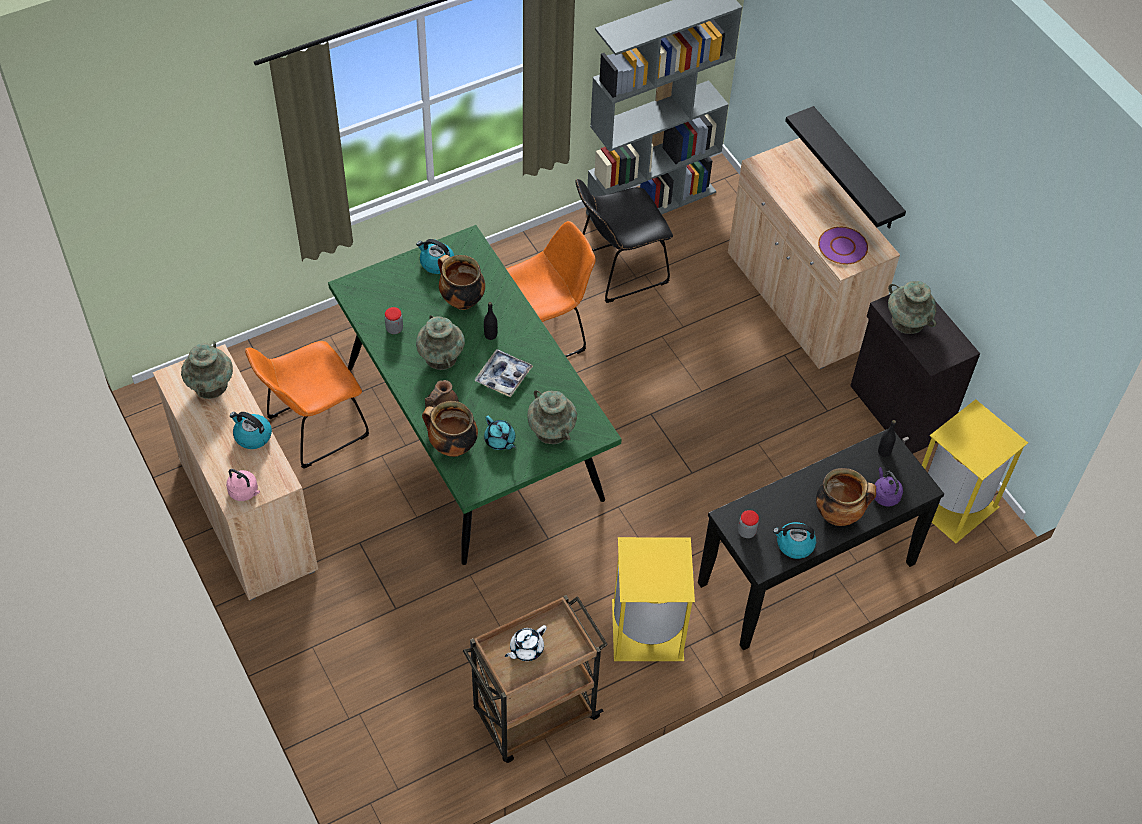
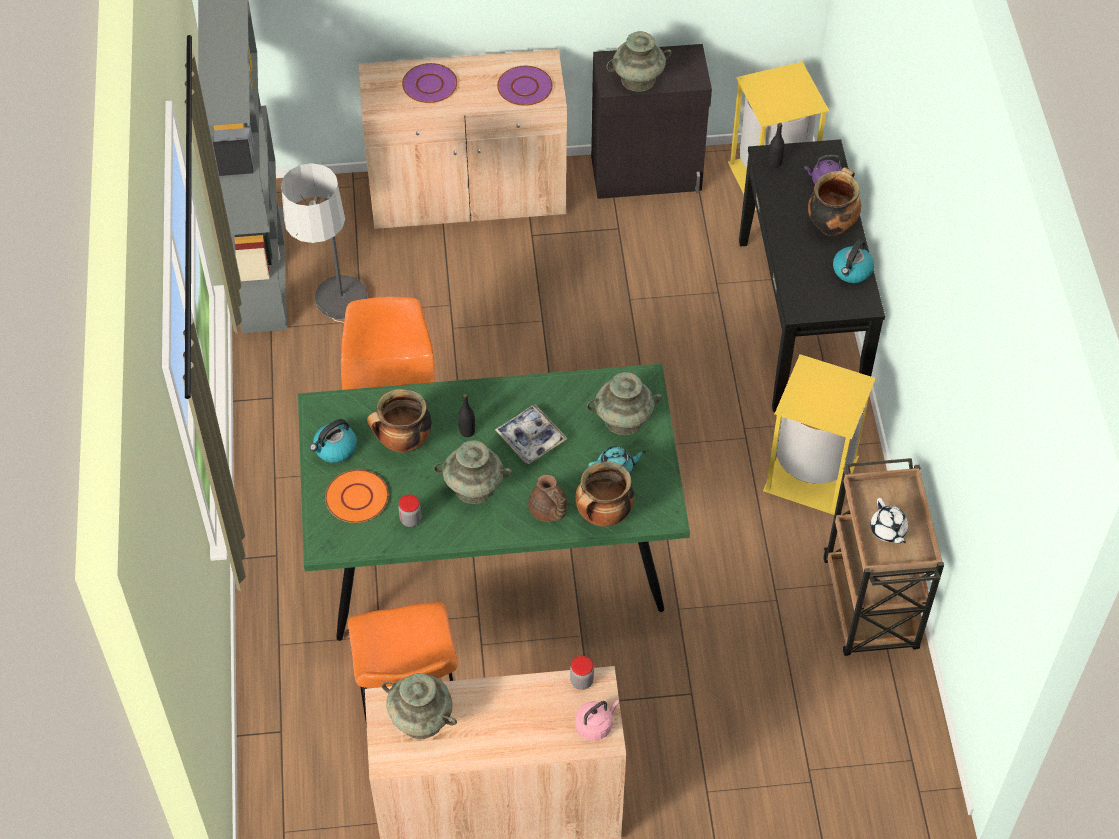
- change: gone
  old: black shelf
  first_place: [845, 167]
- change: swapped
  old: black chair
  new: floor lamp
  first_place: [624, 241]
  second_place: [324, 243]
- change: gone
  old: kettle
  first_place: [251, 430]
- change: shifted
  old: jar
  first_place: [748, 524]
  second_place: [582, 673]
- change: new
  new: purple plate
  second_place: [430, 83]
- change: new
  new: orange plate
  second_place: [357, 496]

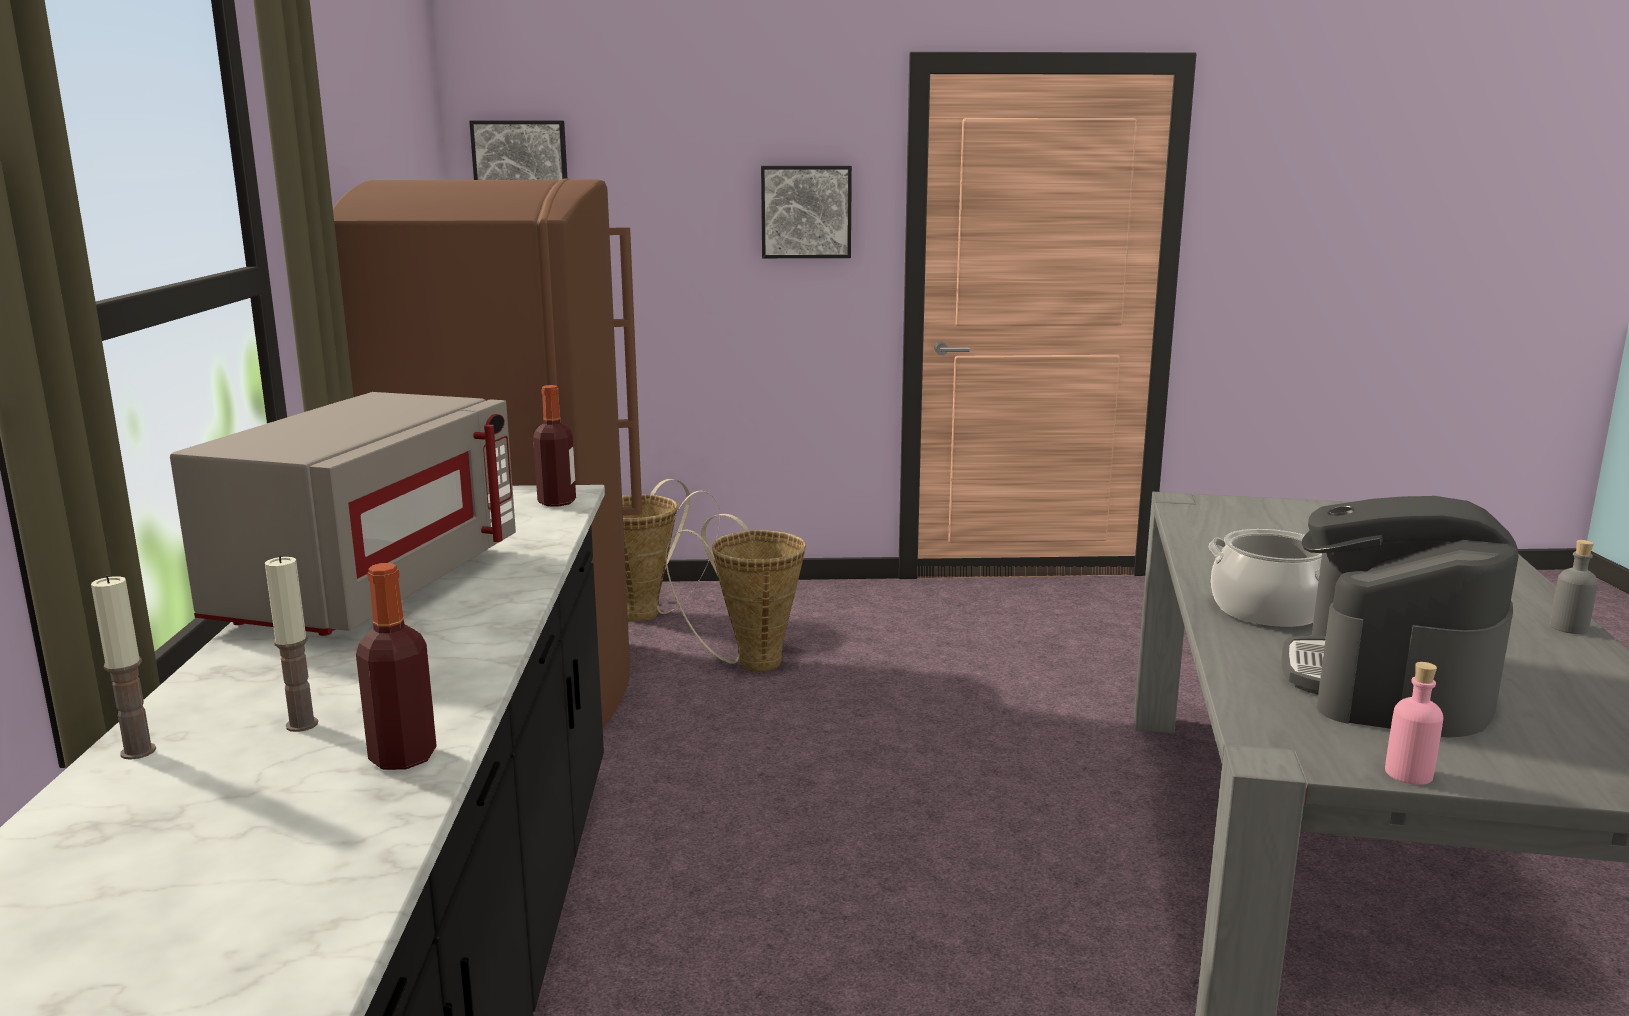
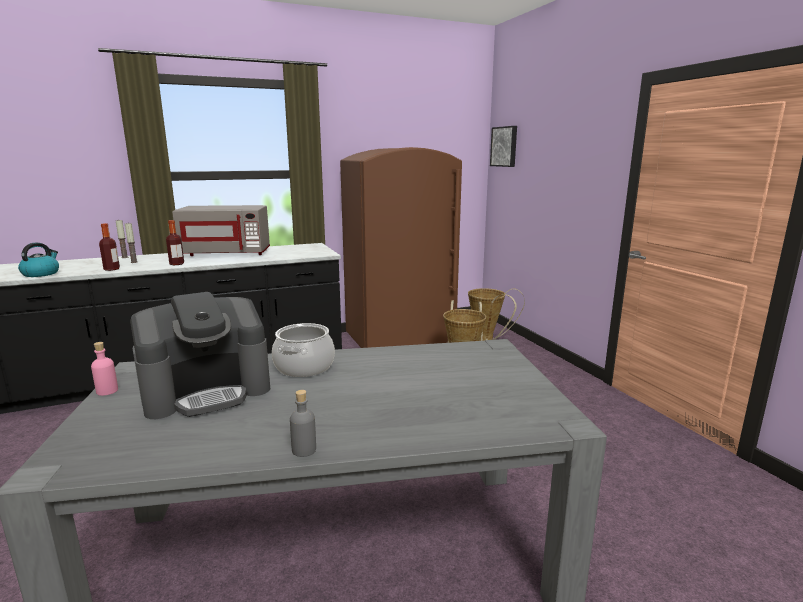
- change: gone
  old: picture
  first_place: [806, 212]
- change: shifted
  old: bottle
  first_place: [554, 446]
  second_place: [175, 242]
- change: rotated
  old: coffee machine
  first_place: [1400, 617]
  second_place: [200, 355]
  degrees: 150
- change: new
  new: kettle
  second_place: [38, 260]

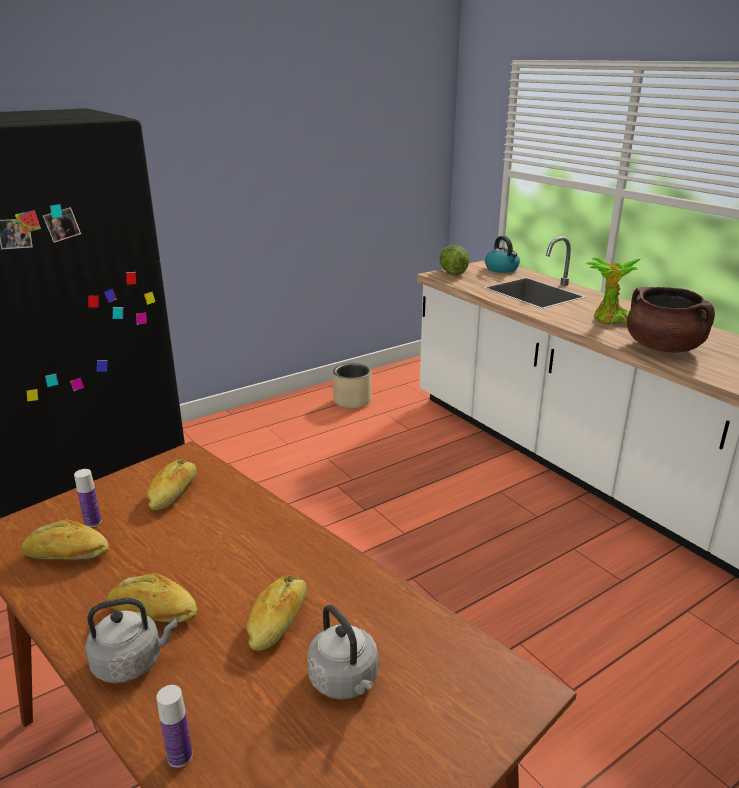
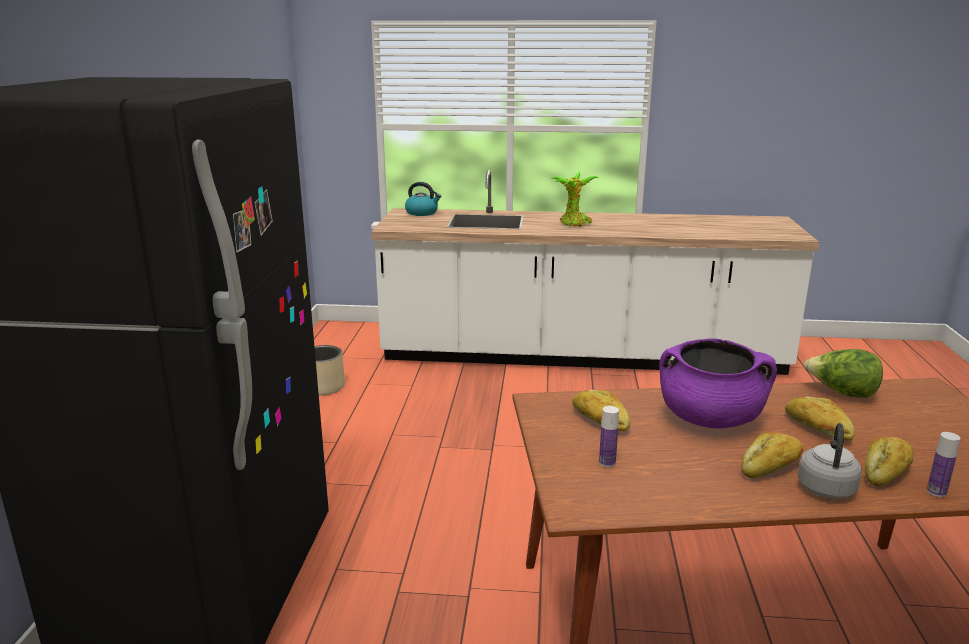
- change: shifted
  old: lettuce
  first_place: [454, 260]
  second_place: [843, 373]
- change: gone
  old: brown cooking pot
  first_place: [671, 320]
- change: shifted
  old: bread
  first_place: [65, 539]
  second_place: [889, 461]
- change: gone
  old: grey kettle
  first_place: [342, 652]
- change: new
  new: purple cooking pot
  second_place: [718, 383]

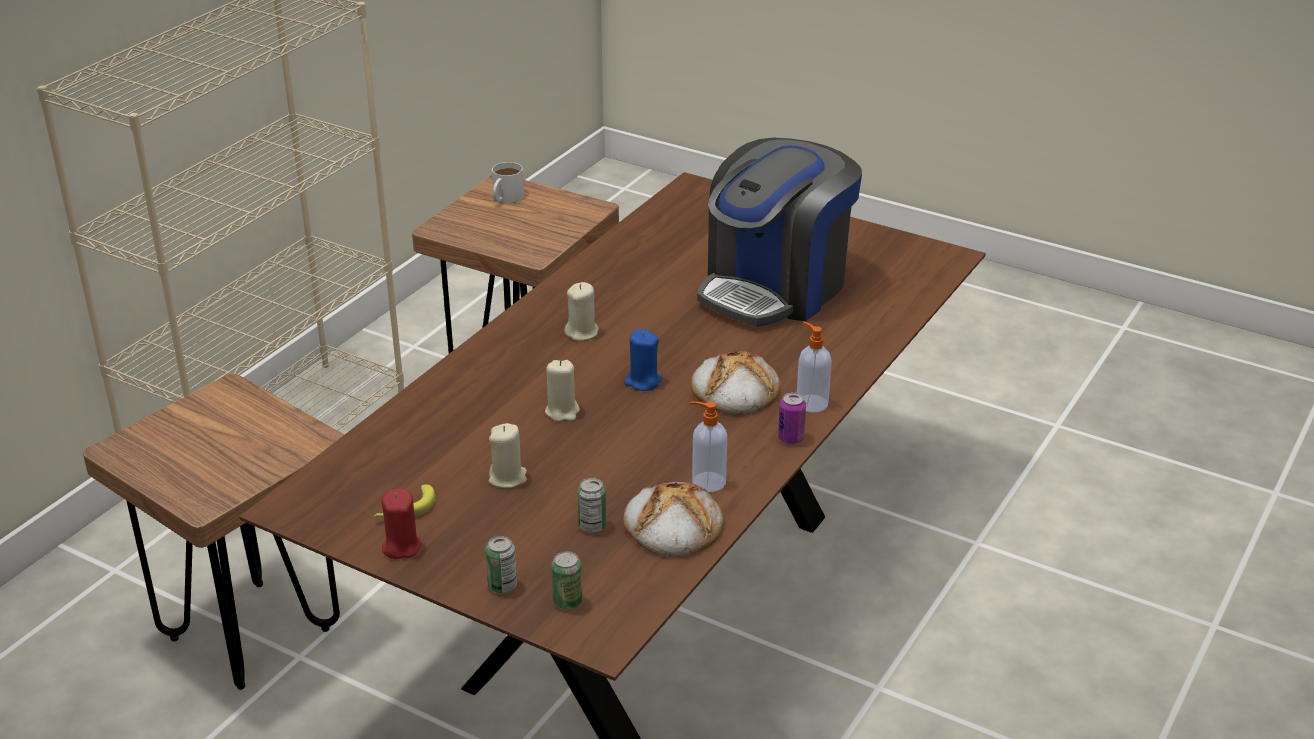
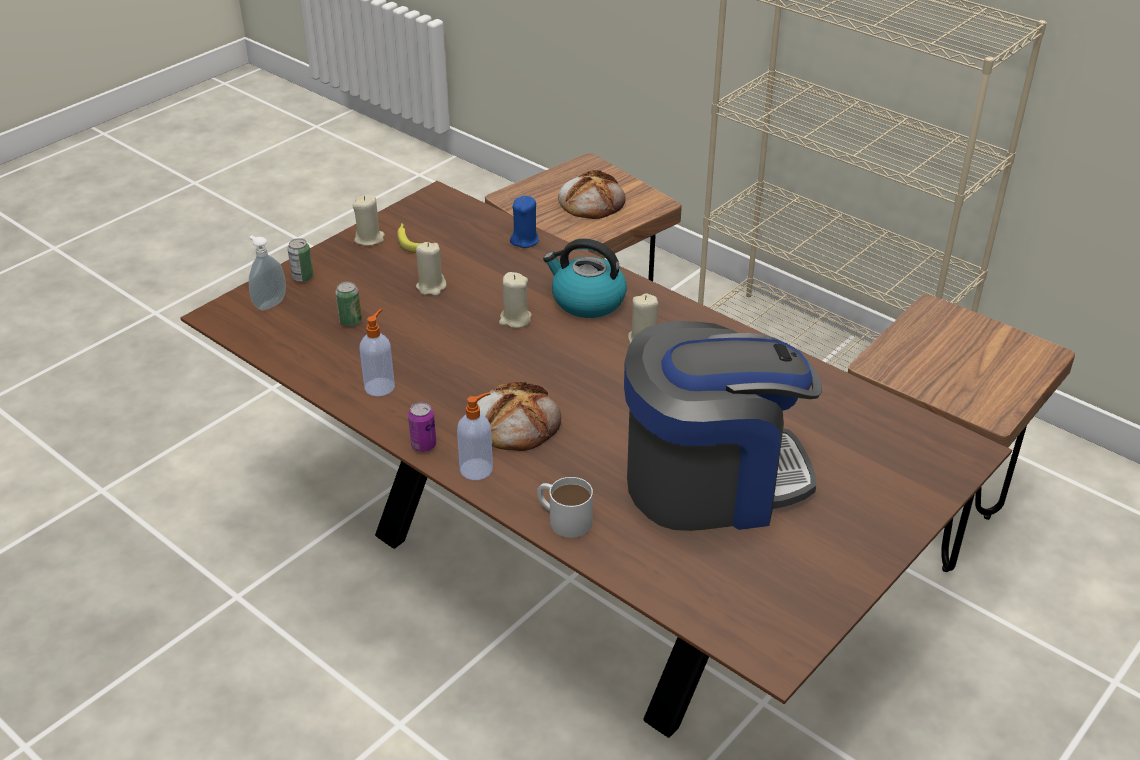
- change: rotated
  old: coffee machine
  first_place: [779, 232]
  second_place: [723, 426]
  degrees: 120
- change: shifted
  old: white mug
  first_place: [508, 182]
  second_place: [565, 507]
- change: shifted
  old: blue candle
  first_place: [643, 360]
  second_place: [524, 222]
- change: shifted
  old: bread
  first_place: [673, 519]
  second_place: [592, 194]
- change: repainted
  old: red candle
  new: beige candle
  first_place: [401, 524]
  second_place: [369, 220]
- change: swapped
  old: can
  new: soap dispenser
  first_place: [567, 580]
  second_place: [267, 273]
- change: new
  new: kettle
  second_place: [585, 278]

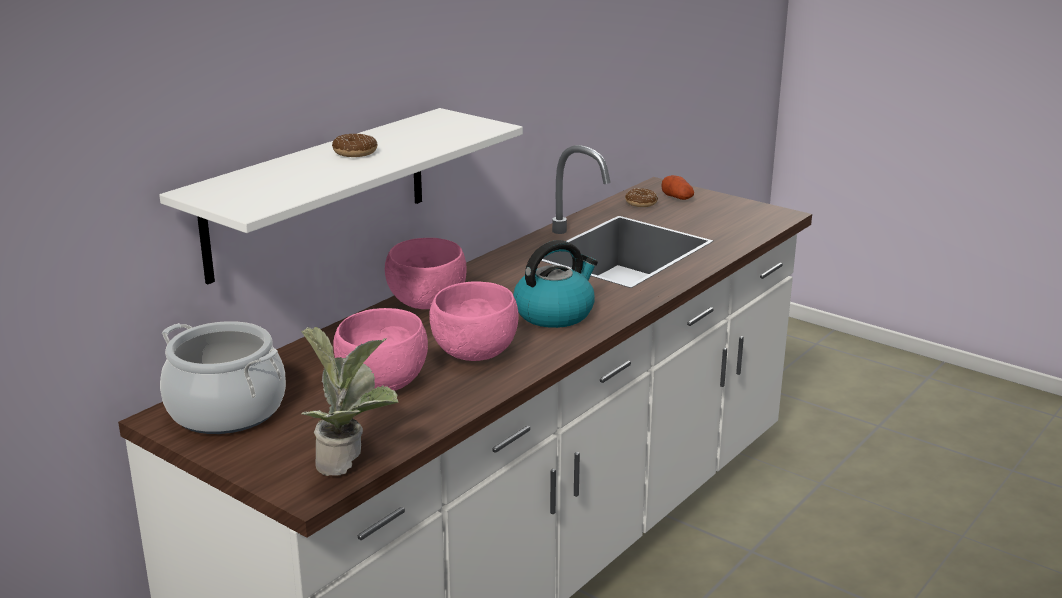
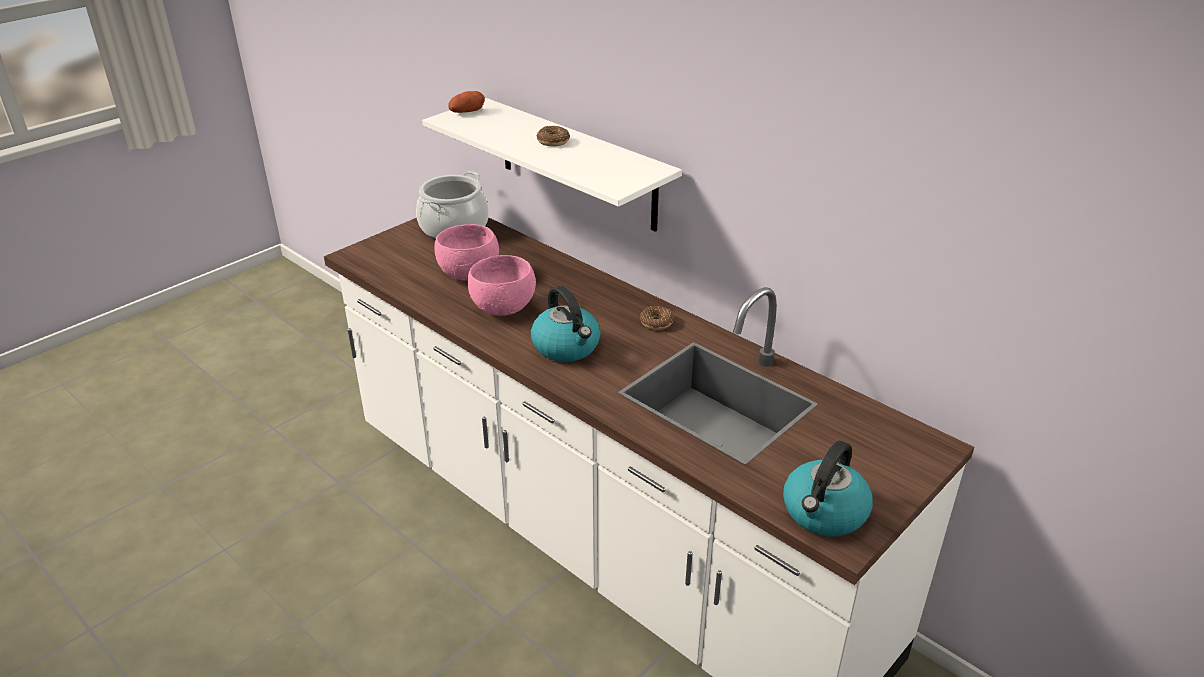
- change: shifted
  old: potato
  first_place: [677, 187]
  second_place: [466, 102]
- change: shifted
  old: donut
  first_place: [641, 197]
  second_place: [657, 318]
- change: gone
  old: pink bowl
  first_place: [426, 273]
- change: gone
  old: potted plant
  first_place: [349, 401]
- change: new
  new: kettle
  second_place: [828, 489]

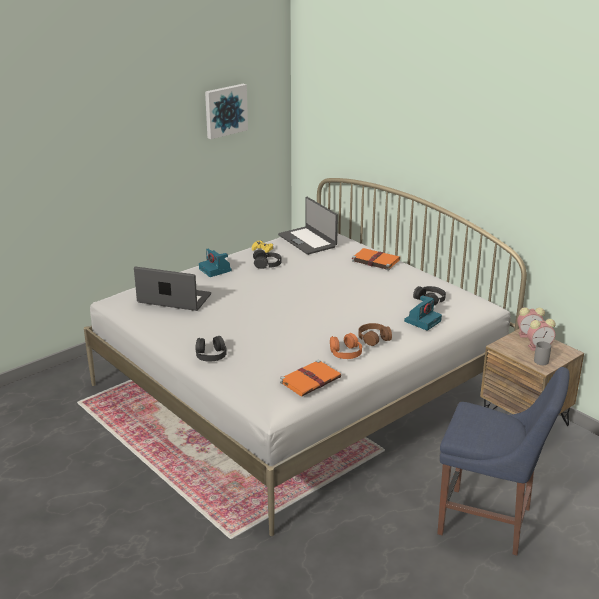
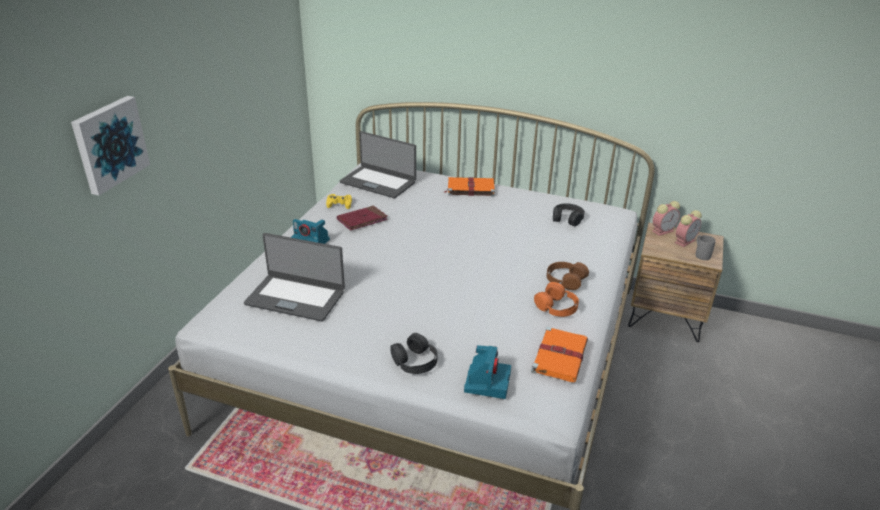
- change: shifted
  old: picture
  first_place: [226, 111]
  second_place: [110, 146]
- change: swapped
  old: black headphones
  new: red book
  first_place: [267, 259]
  second_place: [362, 218]
- change: rotated
  old: laptop
  first_place: [172, 288]
  second_place: [294, 277]
  degrees: -150
- change: shifted
  old: photo camera
  first_place: [423, 313]
  second_place: [487, 372]
- change: gone
  old: blue chair
  first_place: [503, 461]

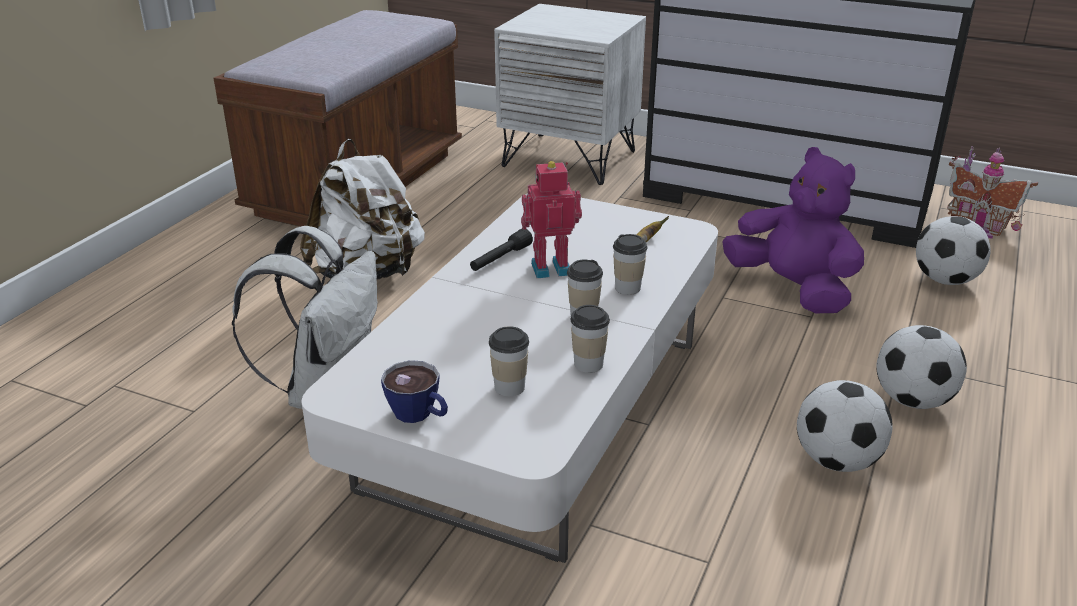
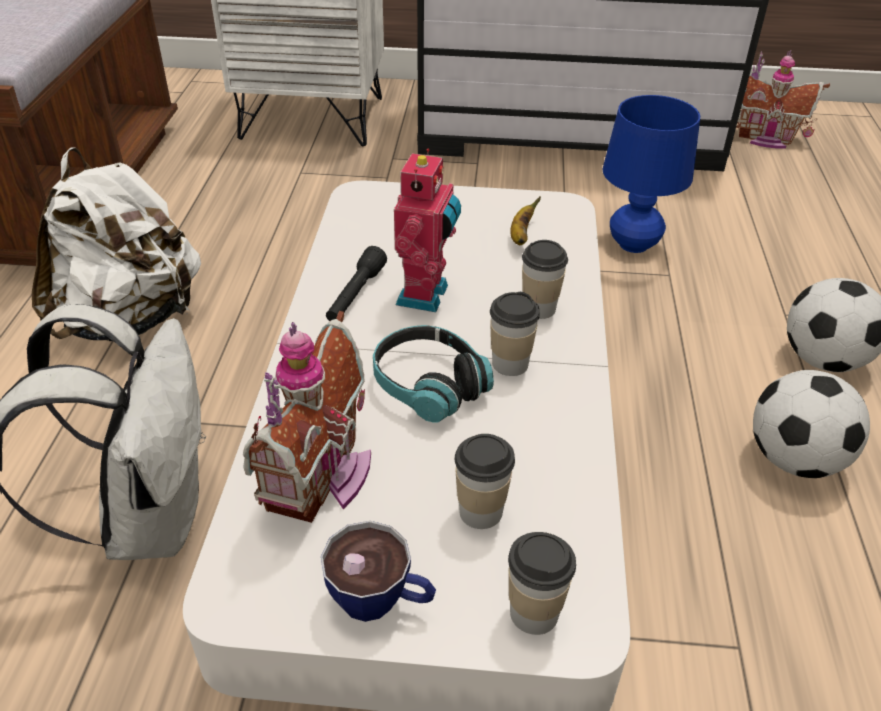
- change: swapped
  old: purple plush toy
  new: blue table lamp
  first_place: [793, 230]
  second_place: [651, 174]
- change: rotated
  old: toy robot
  first_place: [551, 219]
  second_place: [427, 230]
  degrees: 135
- change: gone
  old: football
  first_place: [953, 250]
- change: shifted
  old: cup
  first_place: [590, 339]
  second_place: [542, 583]
- change: new
  new: toy house
  second_place: [307, 417]
- change: new
  new: headphones
  second_place: [433, 374]

